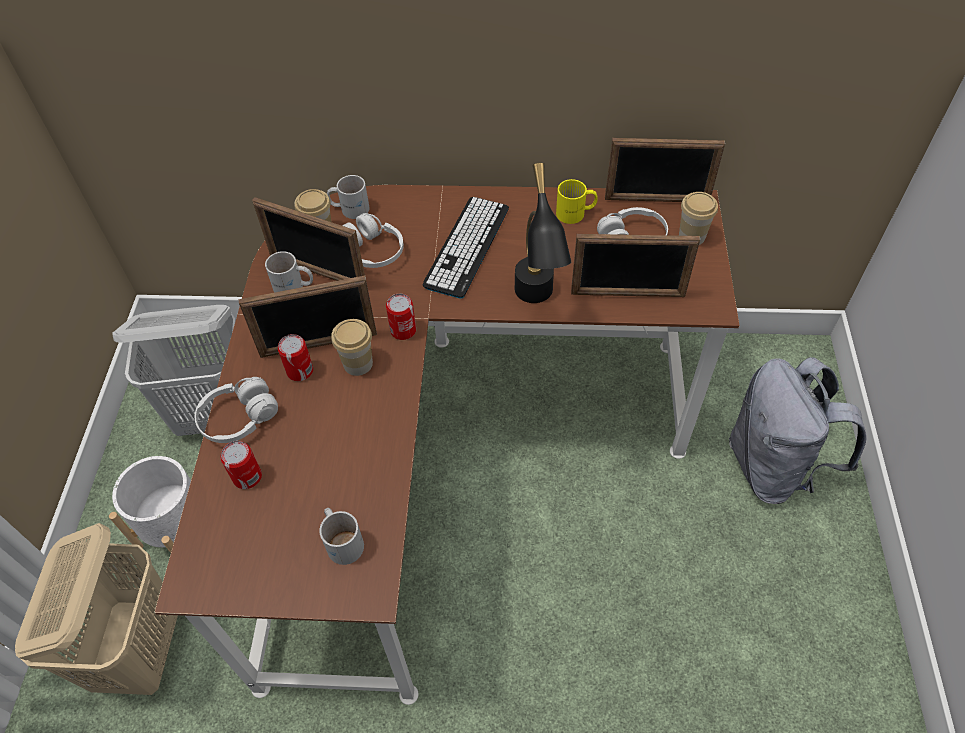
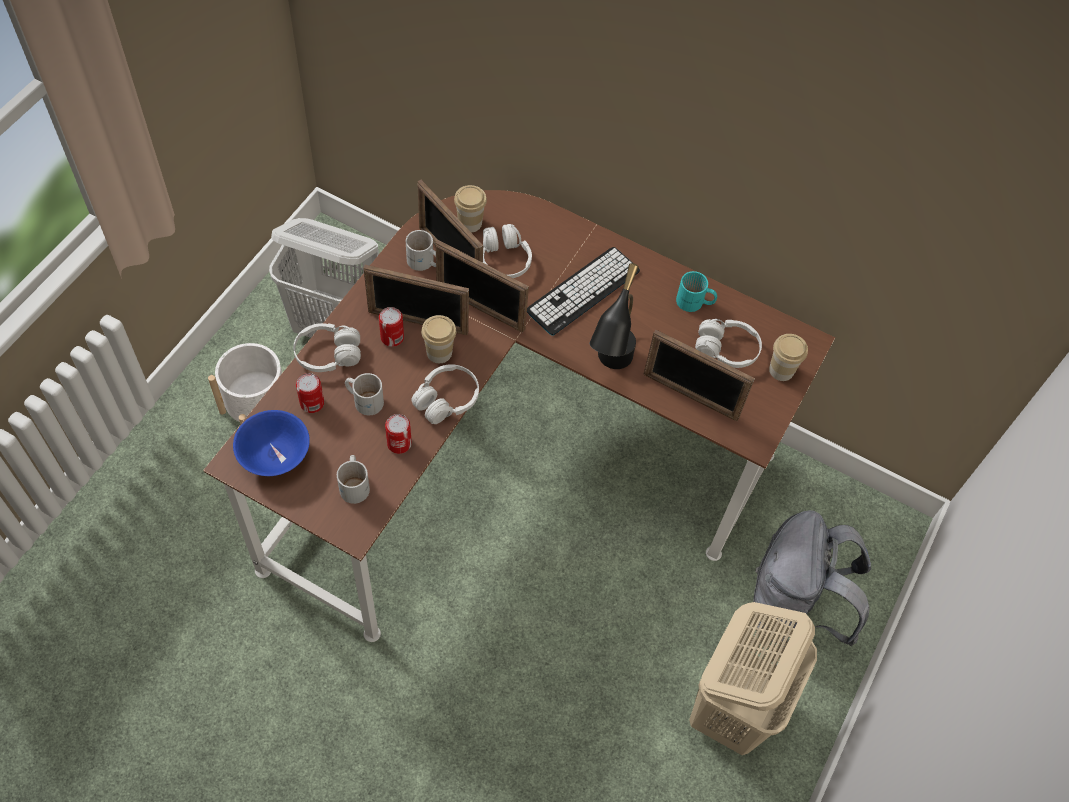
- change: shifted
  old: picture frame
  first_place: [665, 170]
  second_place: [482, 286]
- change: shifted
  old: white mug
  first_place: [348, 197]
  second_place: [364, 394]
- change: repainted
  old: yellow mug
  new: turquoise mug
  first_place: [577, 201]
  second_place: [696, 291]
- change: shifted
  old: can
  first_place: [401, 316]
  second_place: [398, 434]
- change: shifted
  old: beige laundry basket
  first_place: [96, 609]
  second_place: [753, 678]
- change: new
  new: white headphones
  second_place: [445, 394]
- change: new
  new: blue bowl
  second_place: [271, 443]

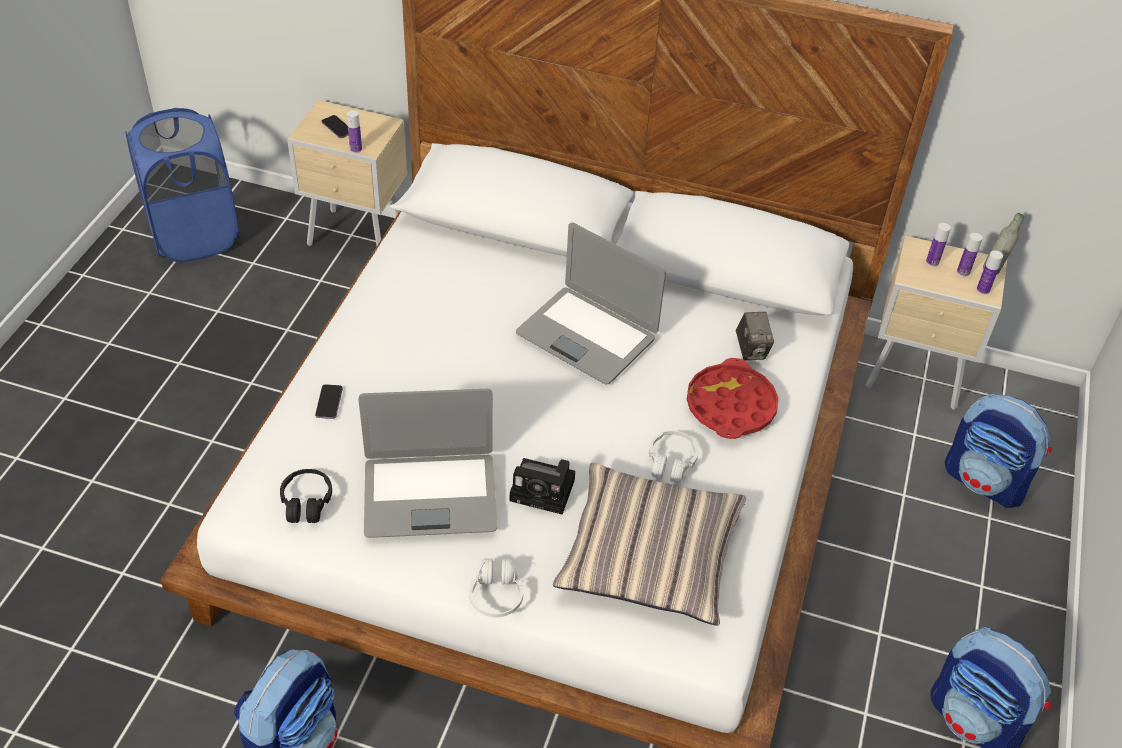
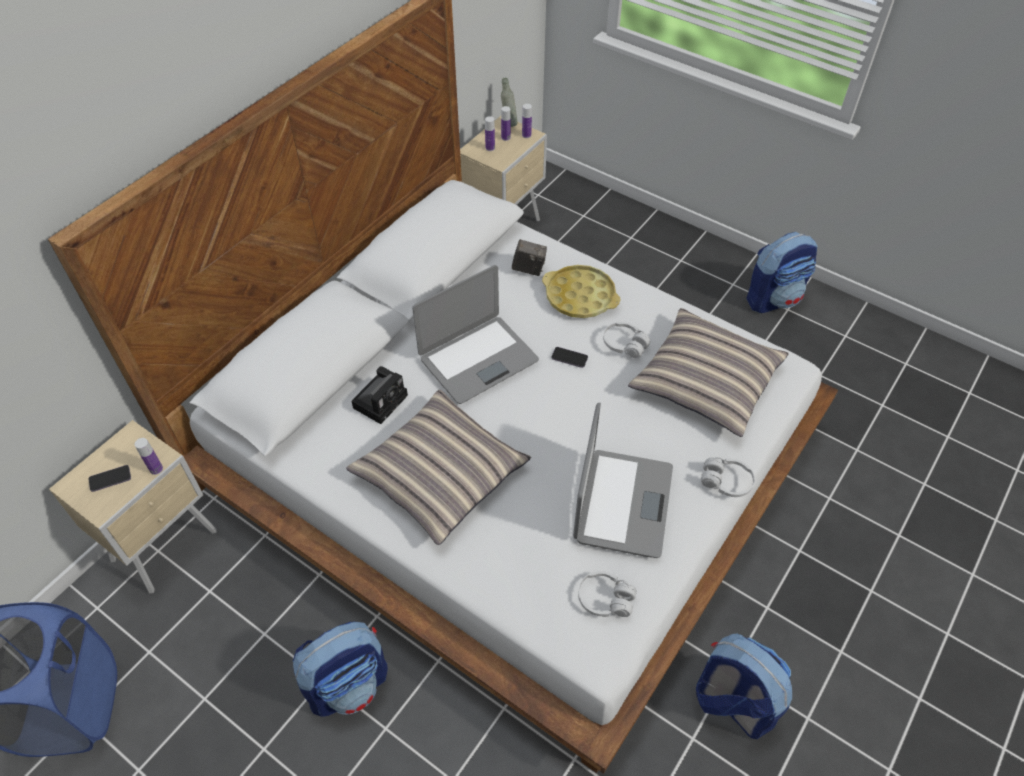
- change: repainted
  old: red tray
  new: yellow tray
  first_place: [732, 398]
  second_place: [581, 291]
- change: shifted
  old: phone
  first_place: [329, 401]
  second_place: [569, 357]
- change: shifted
  old: backpack
  first_place: [998, 451]
  second_place: [340, 669]
- change: shifted
  old: photo camera
  first_place: [542, 486]
  second_place: [379, 395]
- change: repainted
  old: black headphones
  new: white headphones
  first_place: [306, 496]
  second_place: [607, 594]
- change: new
  new: pillow
  second_place: [438, 467]

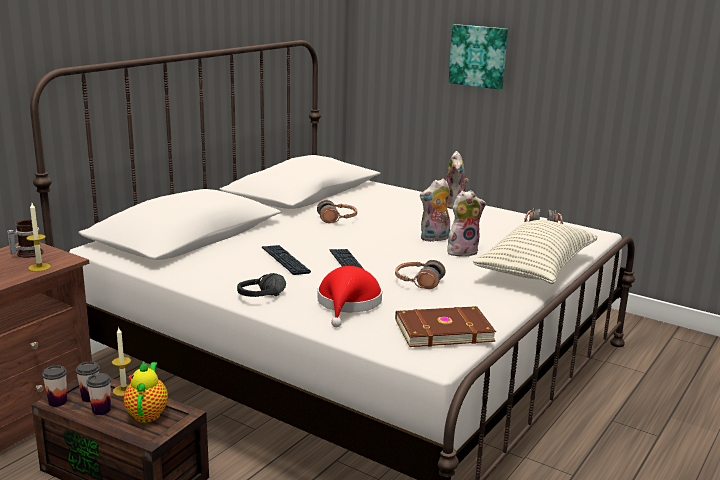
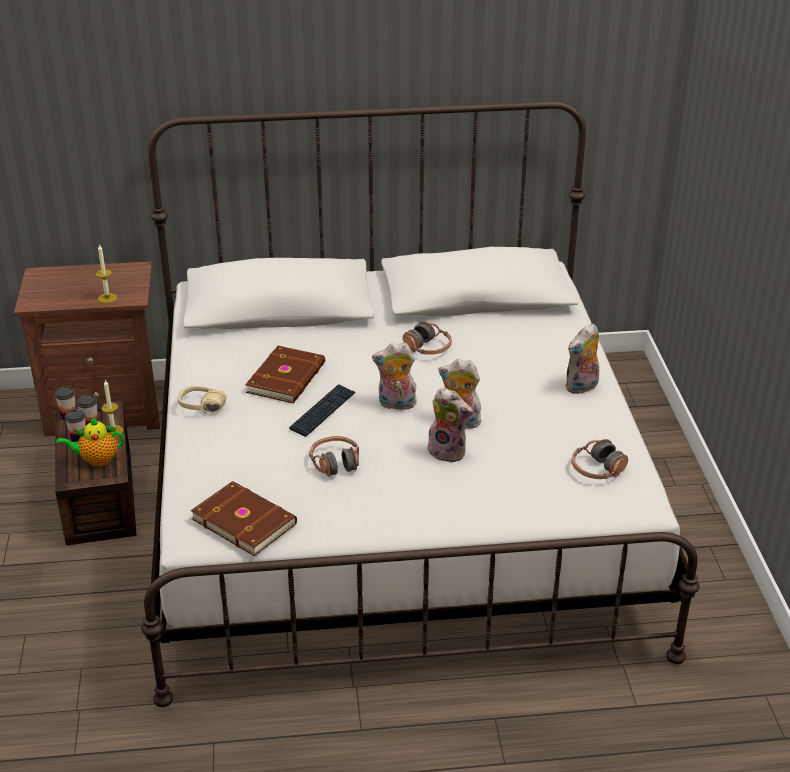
- change: gone
  old: picture
  first_place: [478, 57]
- change: gone
  old: mug
  first_place: [25, 238]
- change: gone
  old: pillow
  first_place: [535, 252]
- change: swapped
  old: keyboard
  new: brown book
  first_place: [286, 260]
  second_place: [285, 374]
- change: gone
  old: red hat
  first_place: [350, 296]
- change: repainted
  old: black headphones
  new: beige headphones
  first_place: [261, 285]
  second_place: [201, 399]
- change: rotated
  old: teapot
  first_place: [146, 392]
  second_place: [90, 442]
  degrees: -150
- change: new
  new: plush toy
  second_place: [394, 376]

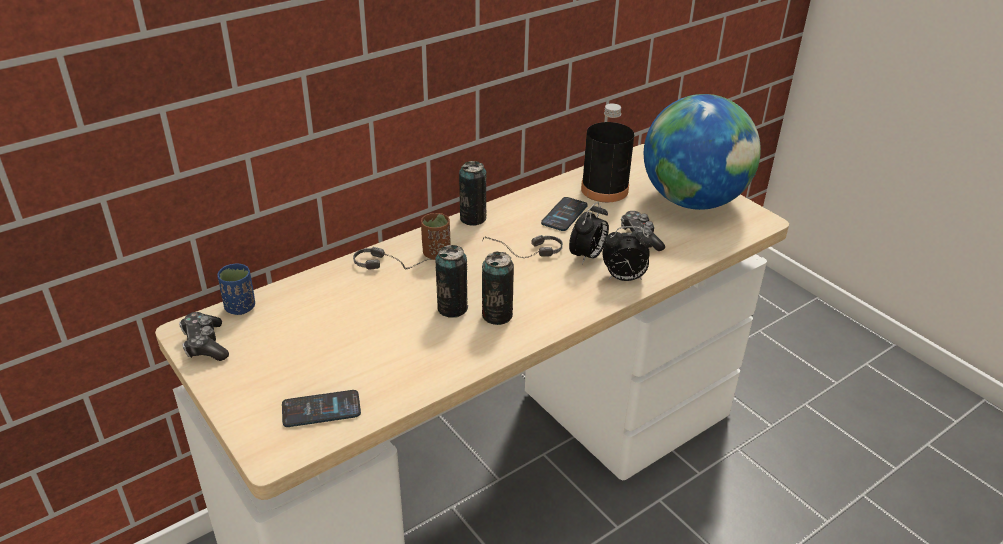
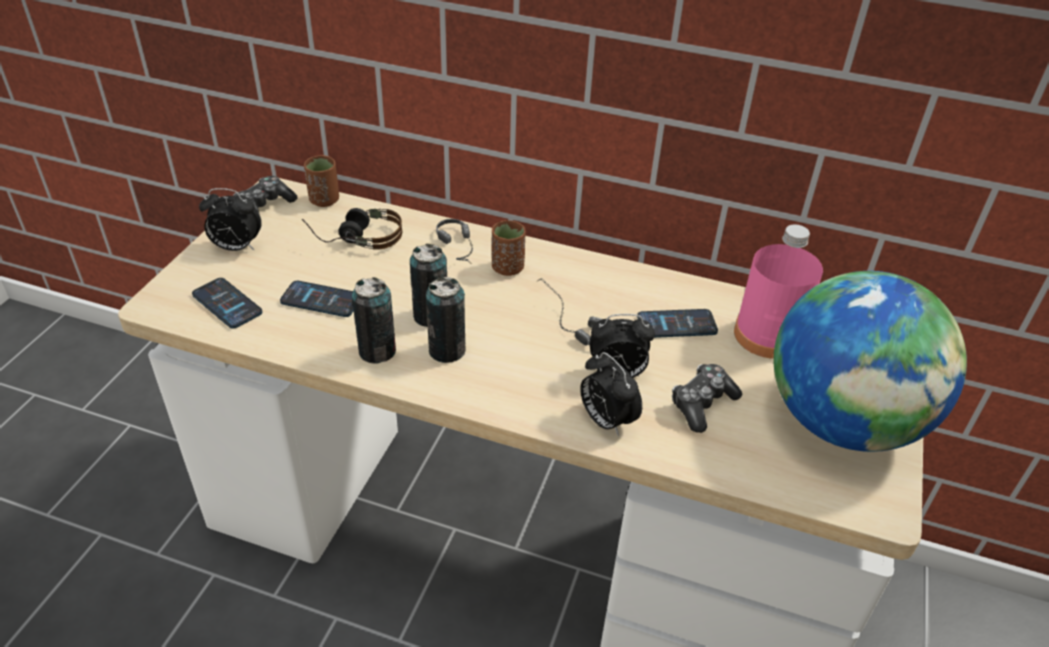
- change: repainted
  old: black bottle
  new: pink bottle
  first_place: [607, 152]
  second_place: [778, 291]
- change: shifted
  old: can
  first_place: [473, 193]
  second_place: [374, 320]
- change: repainted
  old: blue cup
  new: brown cup
  first_place: [236, 289]
  second_place: [321, 181]
- change: new
  new: alarm clock
  second_place: [230, 219]
- change: new
  new: headphones
  second_place: [352, 229]
- change: new
  new: phone
  second_place: [317, 299]

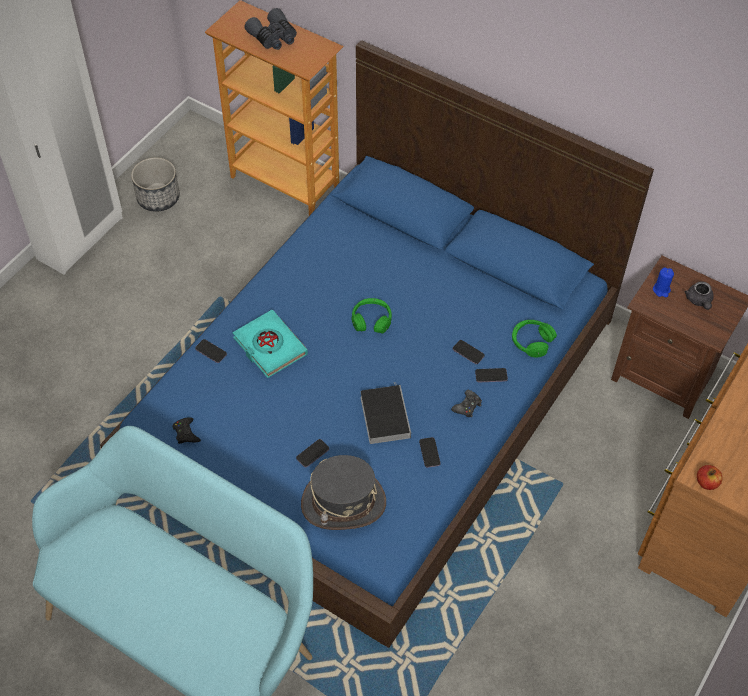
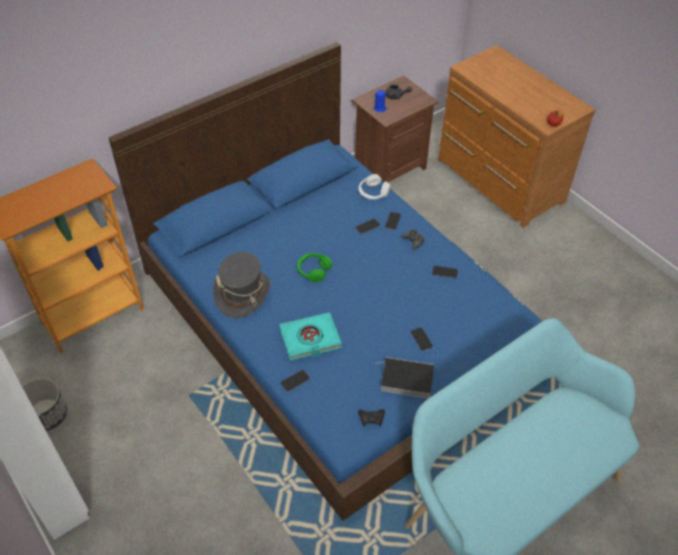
- change: gone
  old: grey binoculars
  first_place: [271, 29]
- change: repainted
  old: green headphones
  new: white headphones
  first_place: [534, 338]
  second_place: [375, 187]
- change: shifted
  old: book
  first_place: [386, 413]
  second_place: [405, 378]
- change: shifted
  old: grey hat
  first_place: [343, 492]
  second_place: [241, 285]

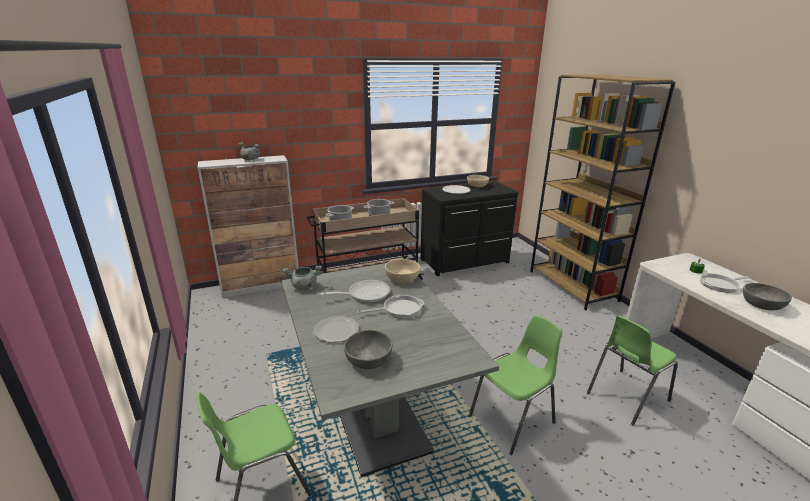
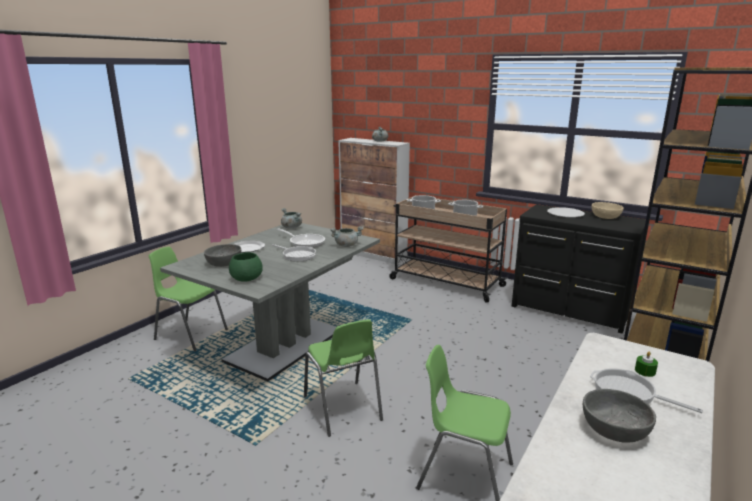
- change: swapped
  old: beige bowl
  new: grey cooking pot
  first_place: [402, 271]
  second_place: [347, 236]
- change: rotated
  old: green chair
  first_place: [515, 385]
  second_place: [343, 378]
  degrees: 45
- change: new
  new: green bowl
  second_place: [246, 267]

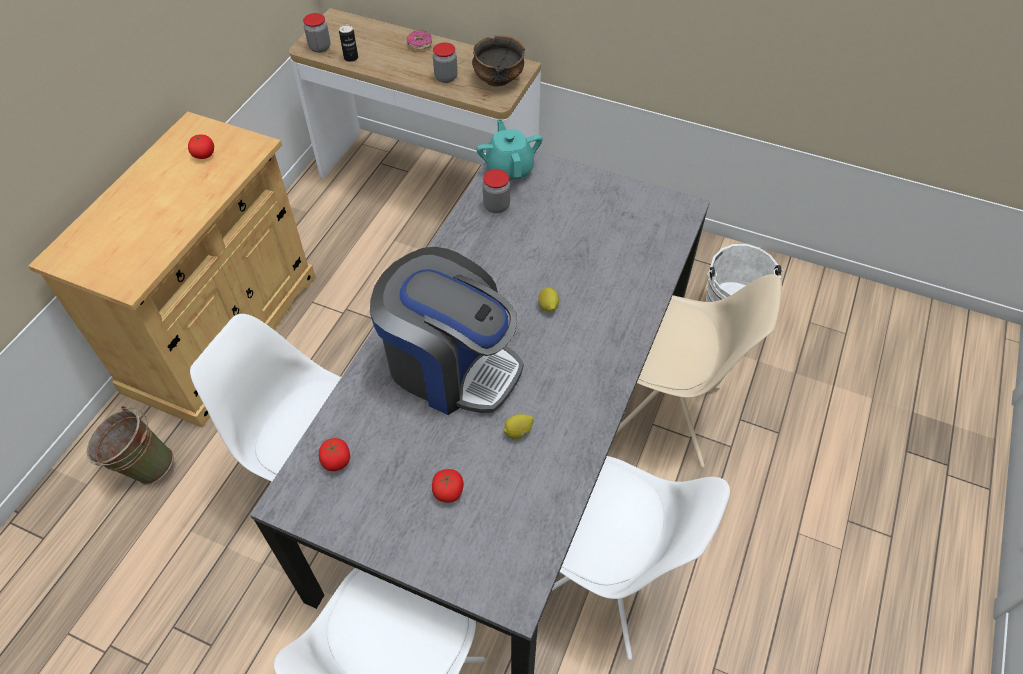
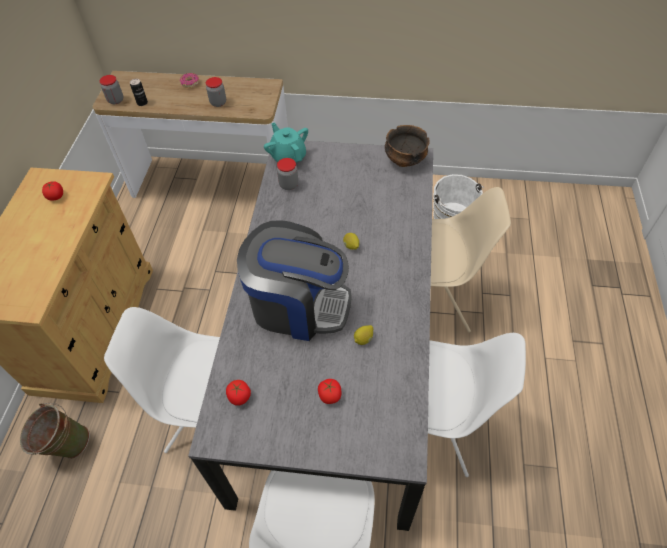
- change: shifted
  old: bowl
  first_place: [498, 60]
  second_place: [407, 146]

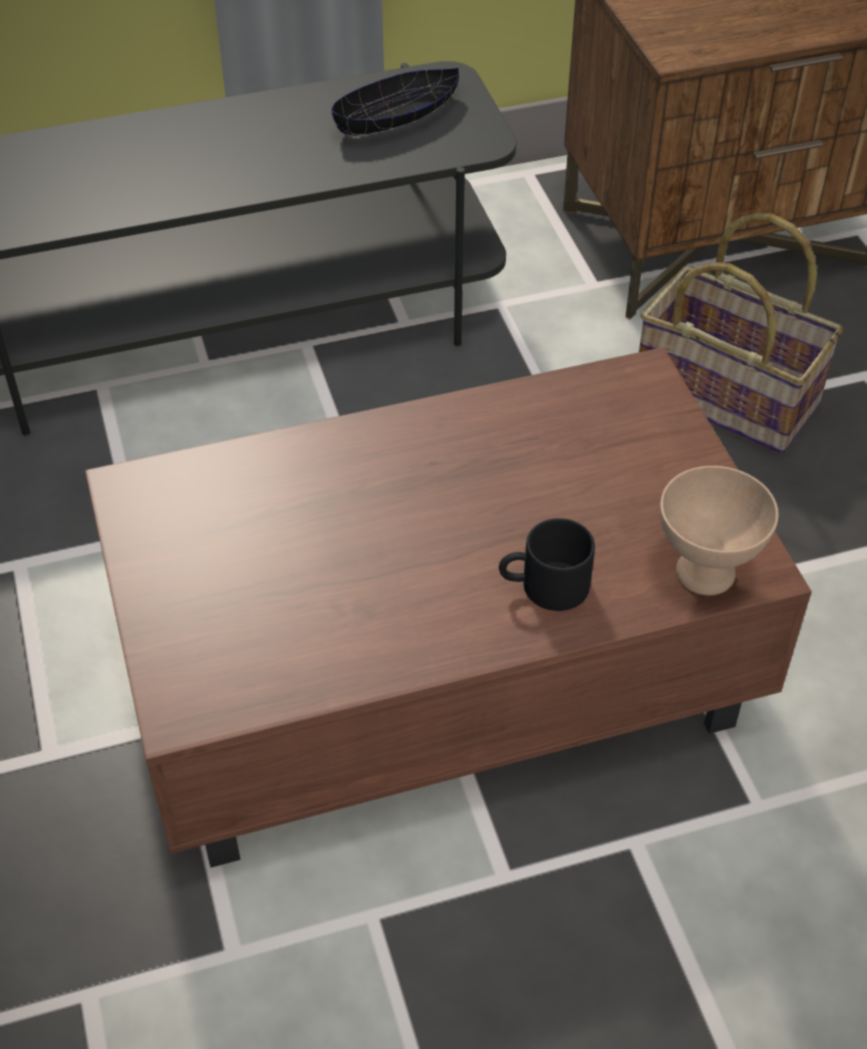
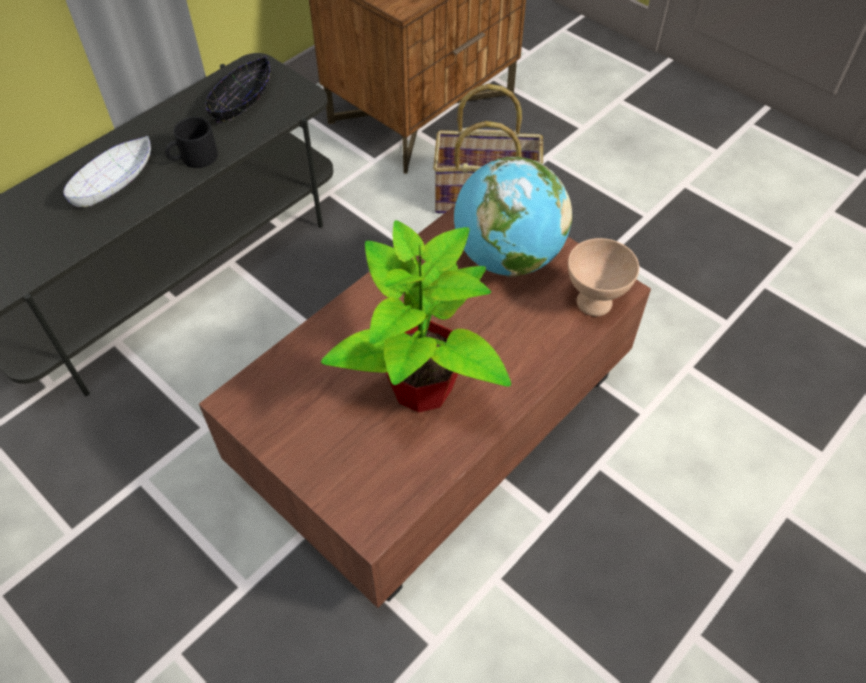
- change: shifted
  old: black mug
  first_place: [547, 564]
  second_place: [191, 142]
- change: new
  new: white bowl
  second_place: [107, 171]
- change: new
  new: globe
  second_place: [513, 217]
- change: new
  new: potted plant
  second_place: [416, 316]

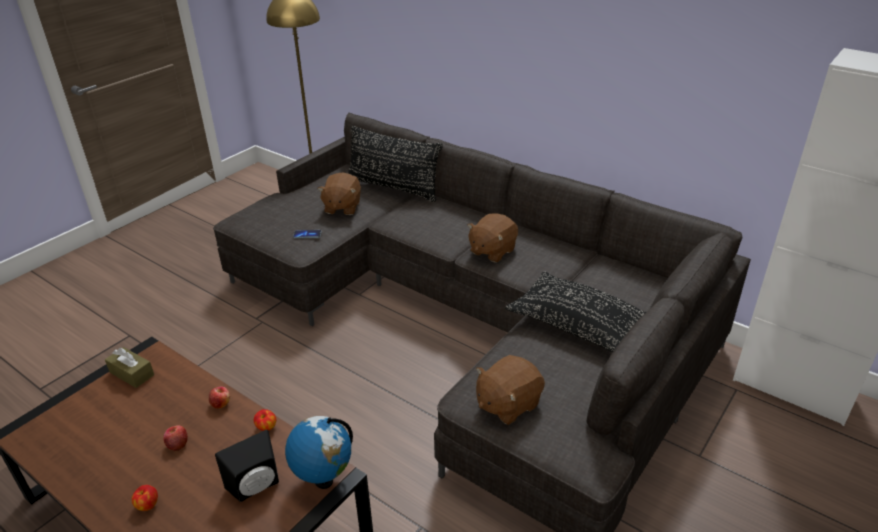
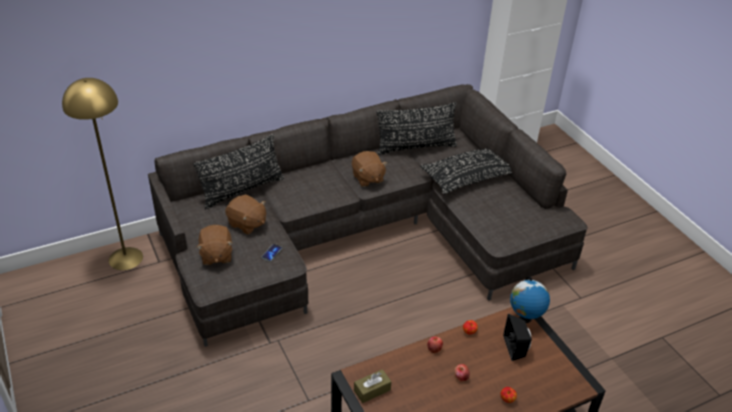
- change: shifted
  old: brown plush toy
  first_place: [510, 390]
  second_place: [215, 245]
- change: new
  new: black pillow
  second_place: [416, 128]

